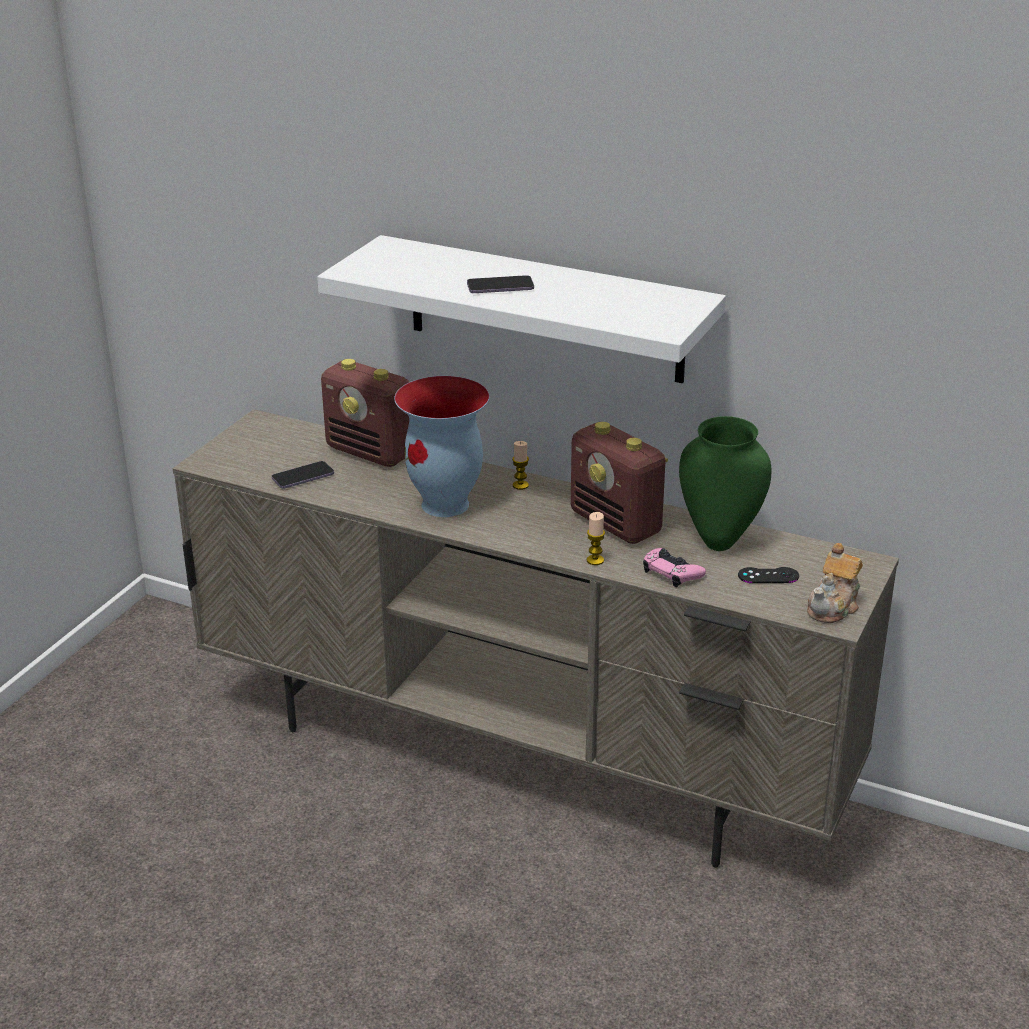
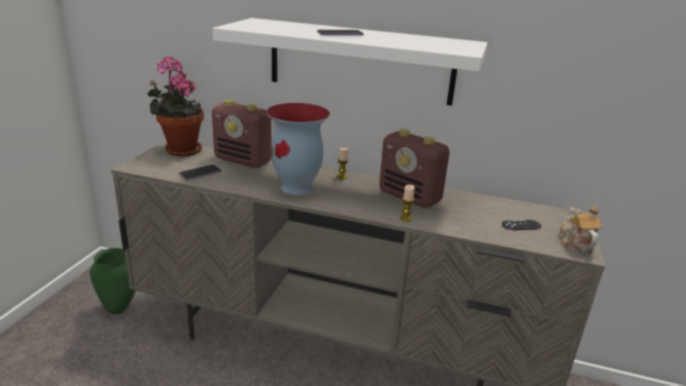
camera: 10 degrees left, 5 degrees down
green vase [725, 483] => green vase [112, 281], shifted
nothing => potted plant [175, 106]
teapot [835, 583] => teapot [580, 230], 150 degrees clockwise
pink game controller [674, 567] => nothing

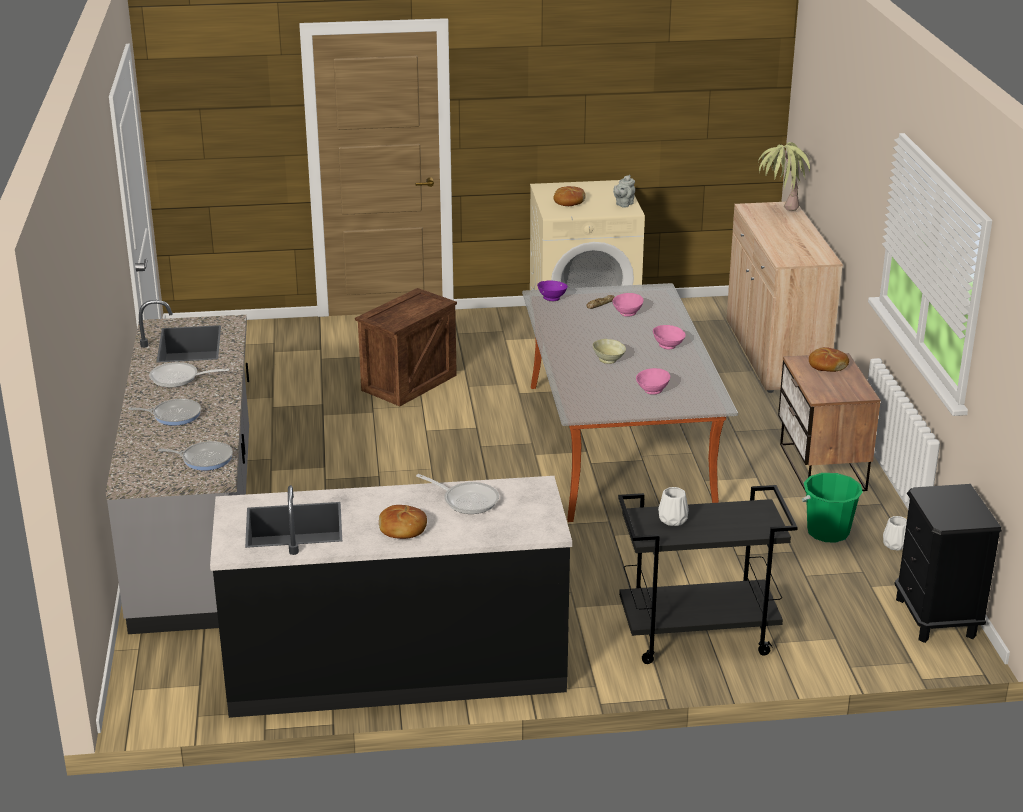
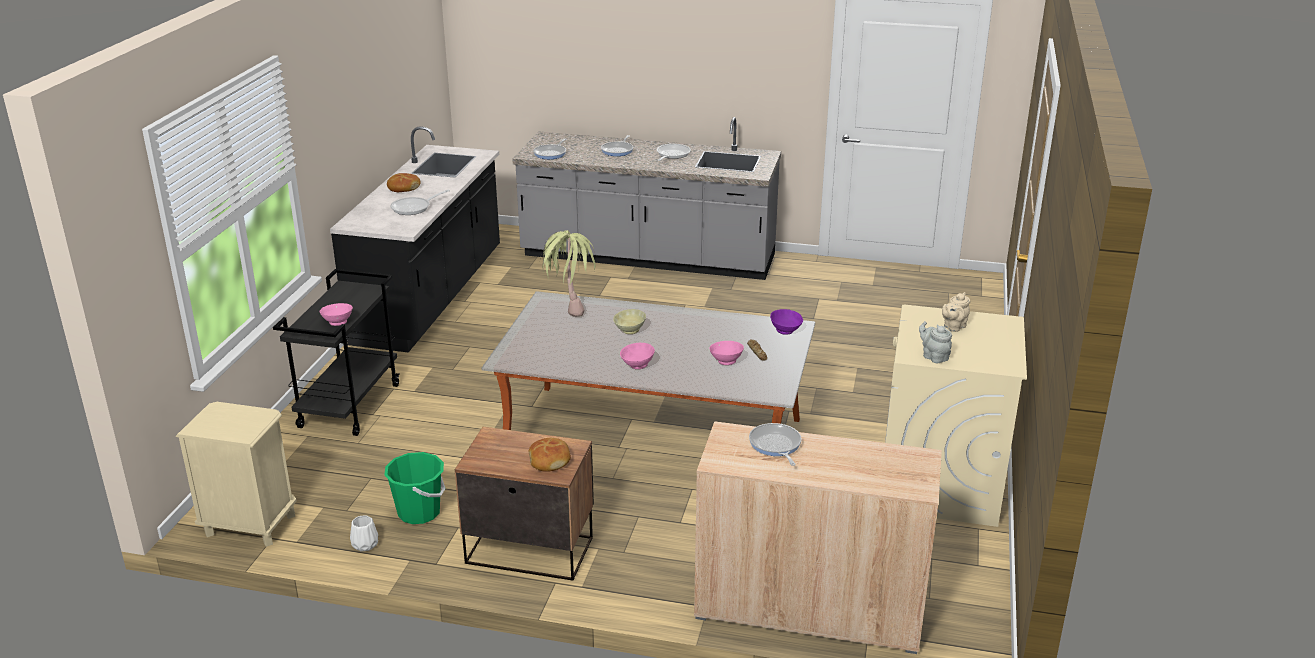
camera: 110 degrees right, 0 degrees up
black nightstand [948, 563] => beige nightstand [236, 474]
pink bowl [653, 381] => pink bowl [336, 314], shifted
potted plant [784, 176] => potted plant [567, 273], shifted
nothing => frying pan [775, 444]
bread [569, 196] => beige teapot [956, 312]
crate [406, 347] => nothing
white vase [673, 506] => nothing

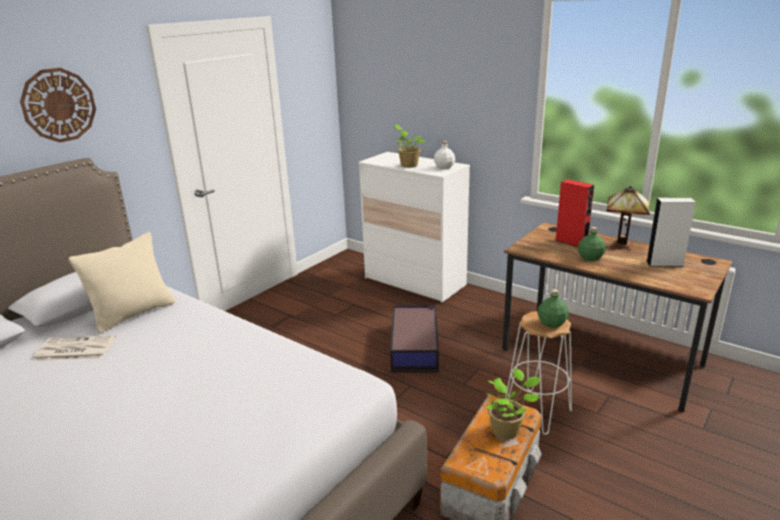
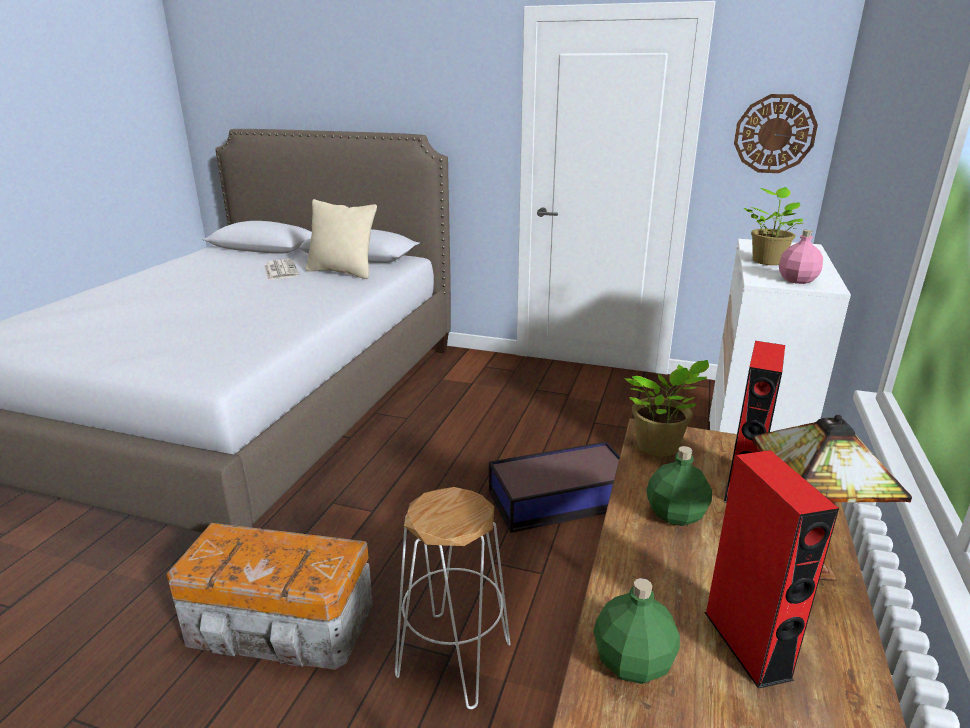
camera: 70 degrees right, 0 degrees up
green bottle [553, 308] => green bottle [637, 631], shifted
potted plant [512, 403] => potted plant [666, 408], shifted
white speaker [671, 232] => red speaker [771, 569]
wall clock [58, 105] => wall clock [776, 133], shifted
white bottle [444, 155] => pink bottle [801, 257]

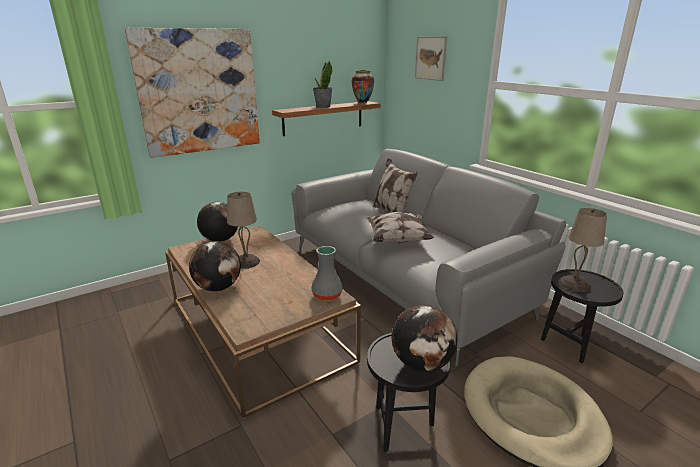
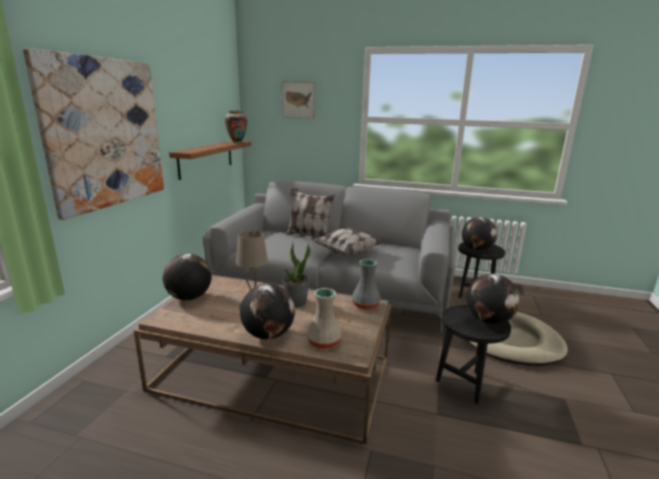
camera: 40 degrees left, 5 degrees down
potted plant [322, 84] => potted plant [296, 274], shifted
nothing => beige vase [324, 318]
beige table lamp [583, 250] => globe [479, 234]

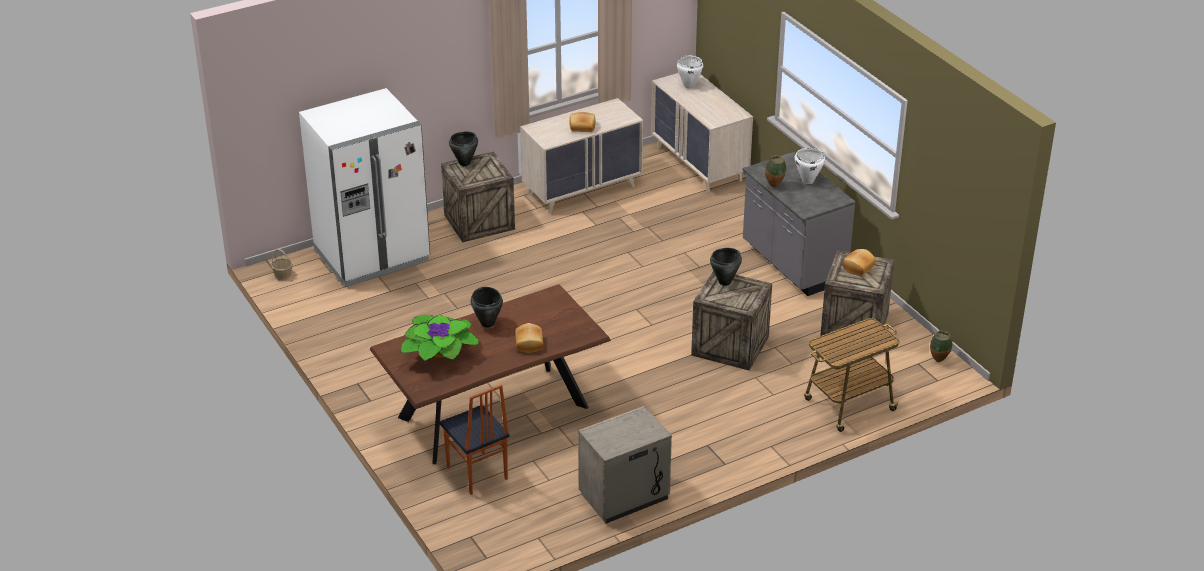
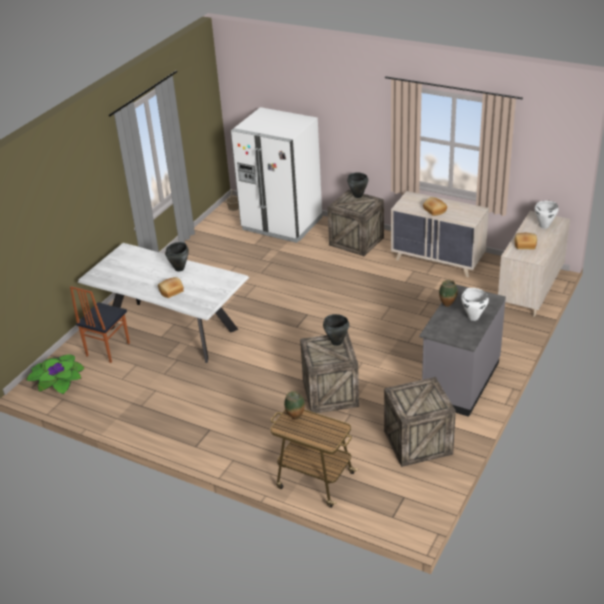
camera: 60 degrees right, 0 degrees up
potted plant [439, 338] => potted plant [55, 374], shifted
brown dining table [490, 374] => white dining table [163, 303]
vase [941, 346] => vase [294, 405], shifted
bread [859, 262] => bread [526, 241], shifted
beige nightstand [625, 465] => nothing

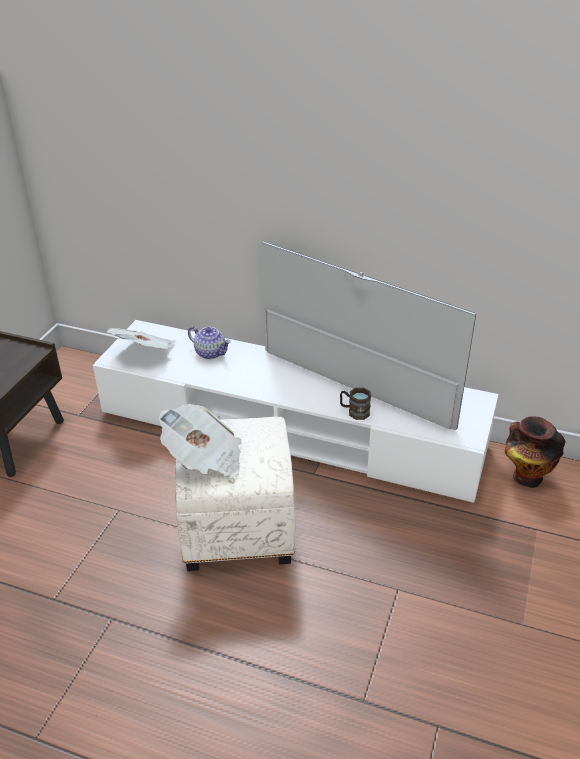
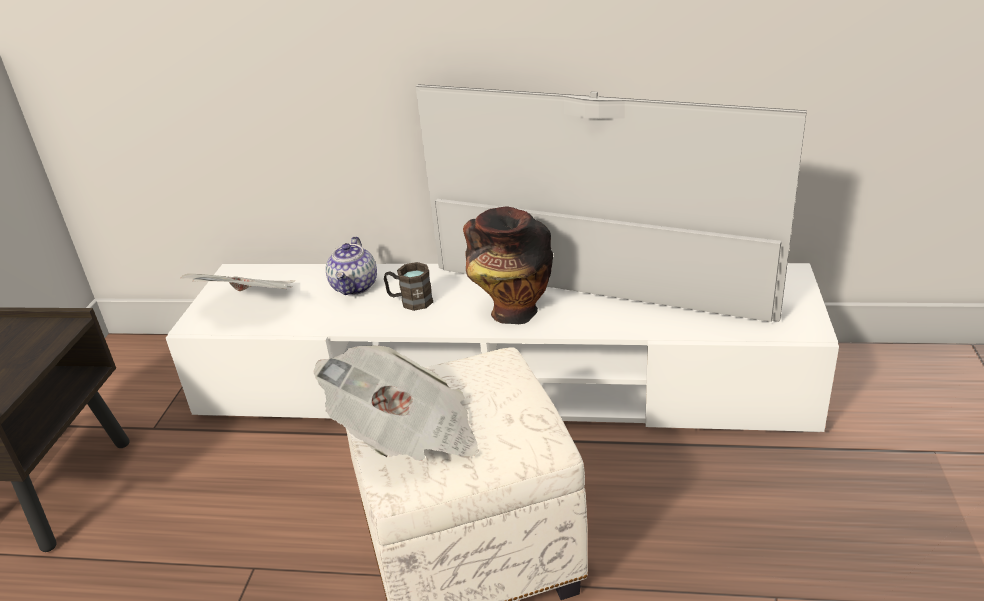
camera: 10 degrees left, 5 degrees down
teapot [209, 342] => teapot [351, 265], 75 degrees clockwise
brown mug [355, 404] => brown mug [408, 286], shifted
vase [535, 452] => vase [508, 265], shifted

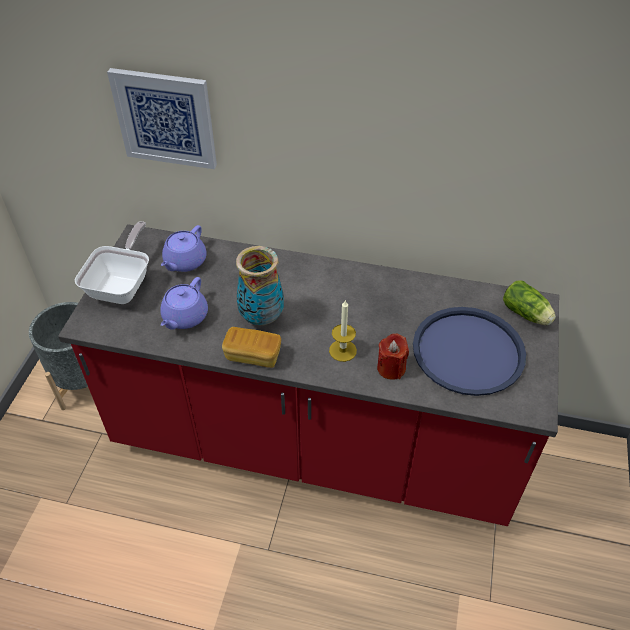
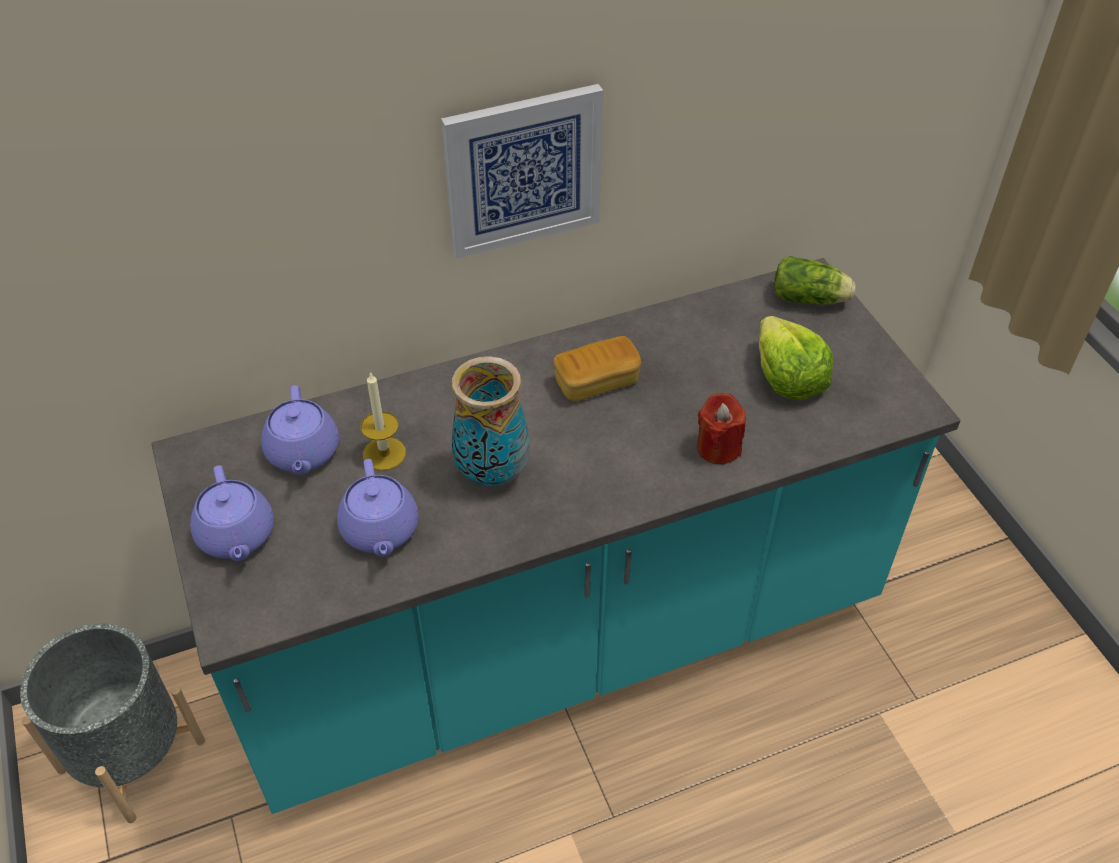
camera: 35 degrees left, 0 degrees up
red counter [308, 375] => turquoise counter [556, 536]
frying pan [112, 262] => purple teapot [232, 513]
candle [343, 331] => candle [383, 421], shifted
picture [162, 118] => picture [522, 171], shifted
bread [251, 347] => bread [597, 368], shifted
blue tray [469, 351] => lettuce [796, 358]

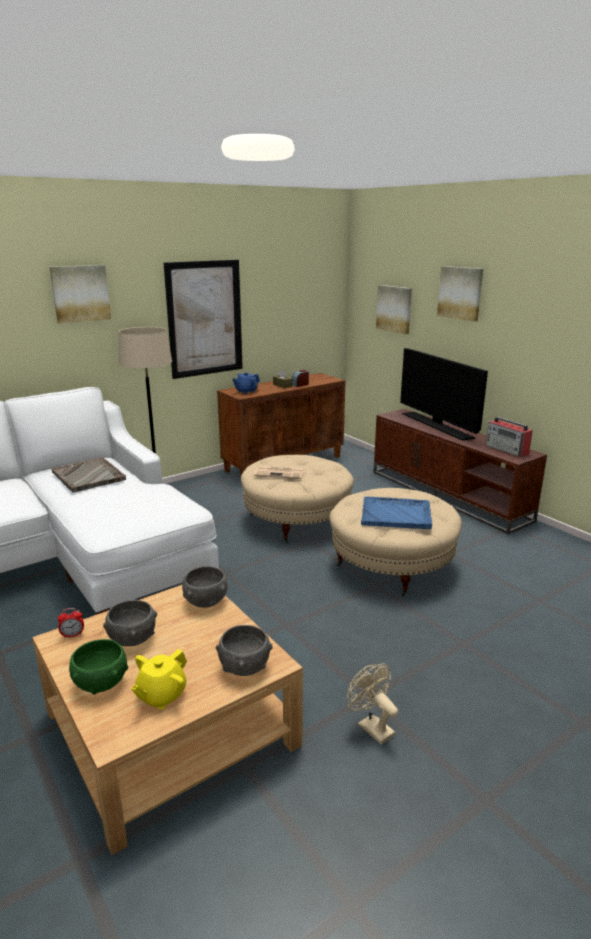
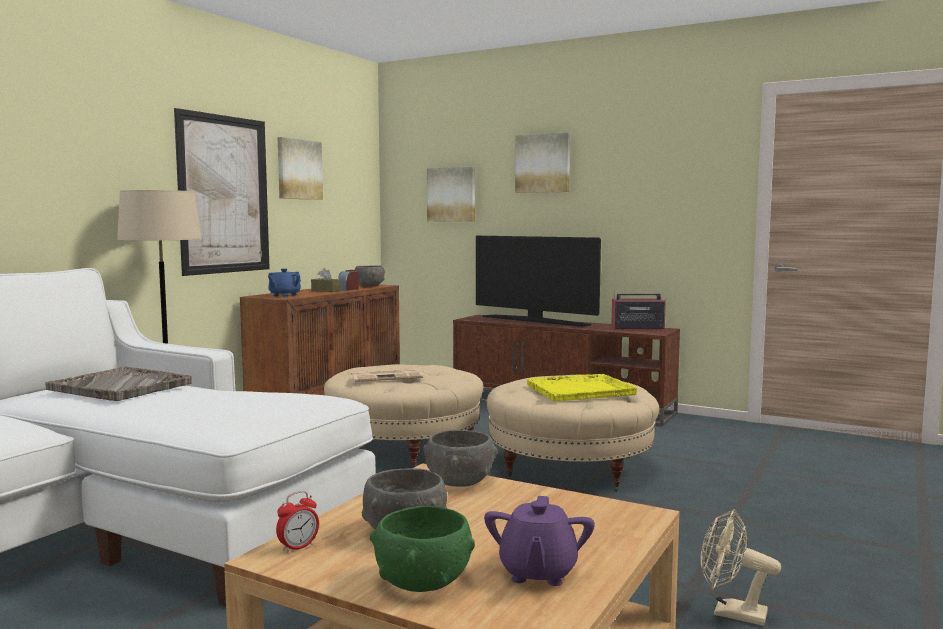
camera: 25 degrees left, 15 degrees down
picture [80, 294] => picture [300, 168], shifted
grey bowl [244, 650] => grey bowl [370, 276], shifted
yellow teapot [159, 679] => purple teapot [539, 541]
blue tray [396, 513] => yellow tray [582, 387]
radio [509, 437] => radio [638, 310], 150 degrees clockwise

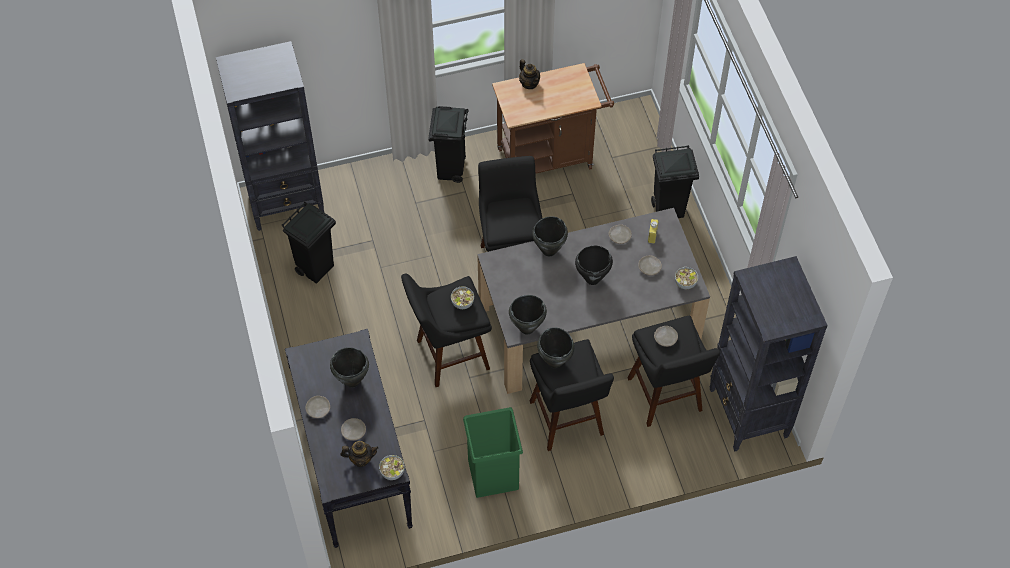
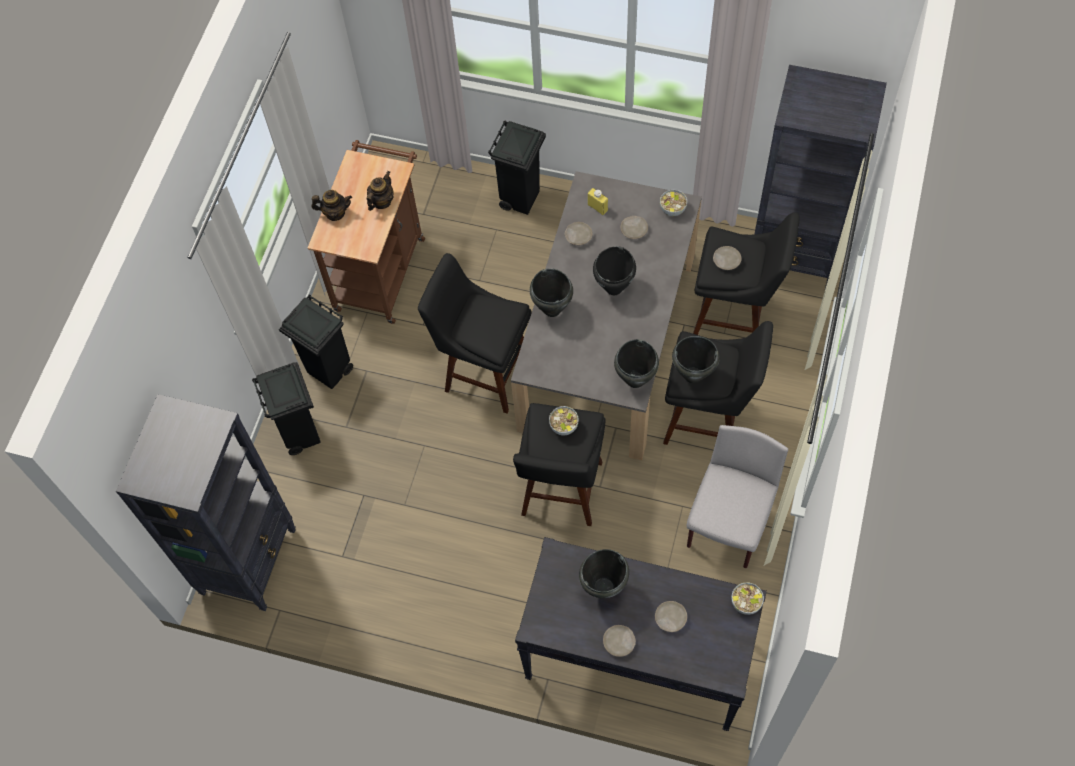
camera: 55 degrees left, 5 degrees up
black trash can [309, 243] => black trash can [286, 408], shifted
teapot [359, 454] => teapot [380, 191], shifted
green trash can [493, 452] => grey chair [737, 496]

